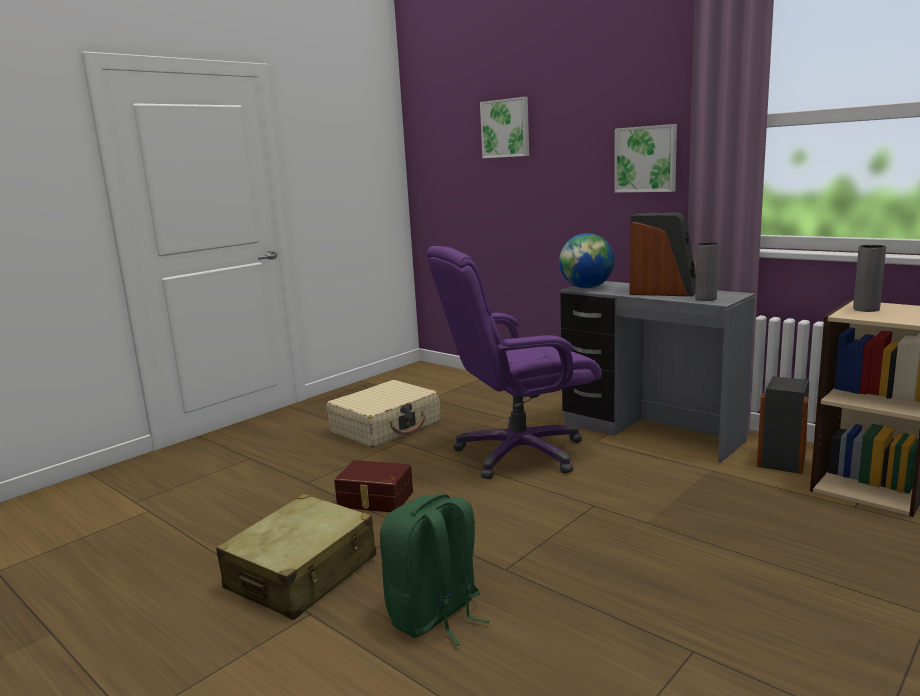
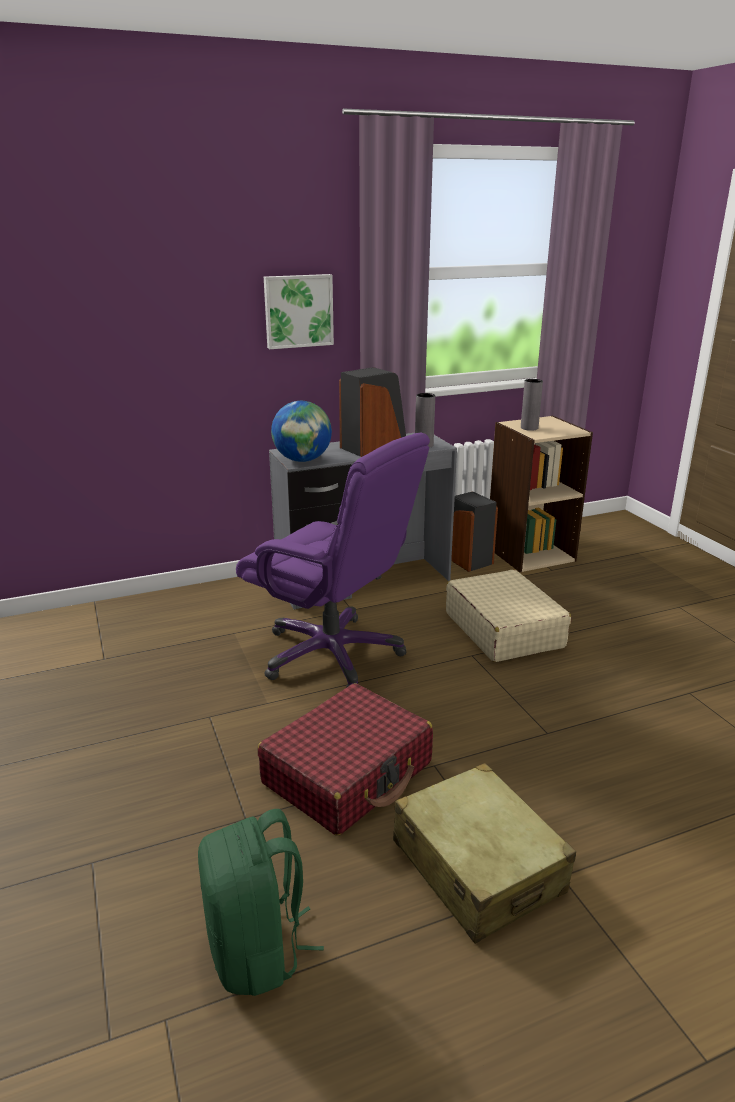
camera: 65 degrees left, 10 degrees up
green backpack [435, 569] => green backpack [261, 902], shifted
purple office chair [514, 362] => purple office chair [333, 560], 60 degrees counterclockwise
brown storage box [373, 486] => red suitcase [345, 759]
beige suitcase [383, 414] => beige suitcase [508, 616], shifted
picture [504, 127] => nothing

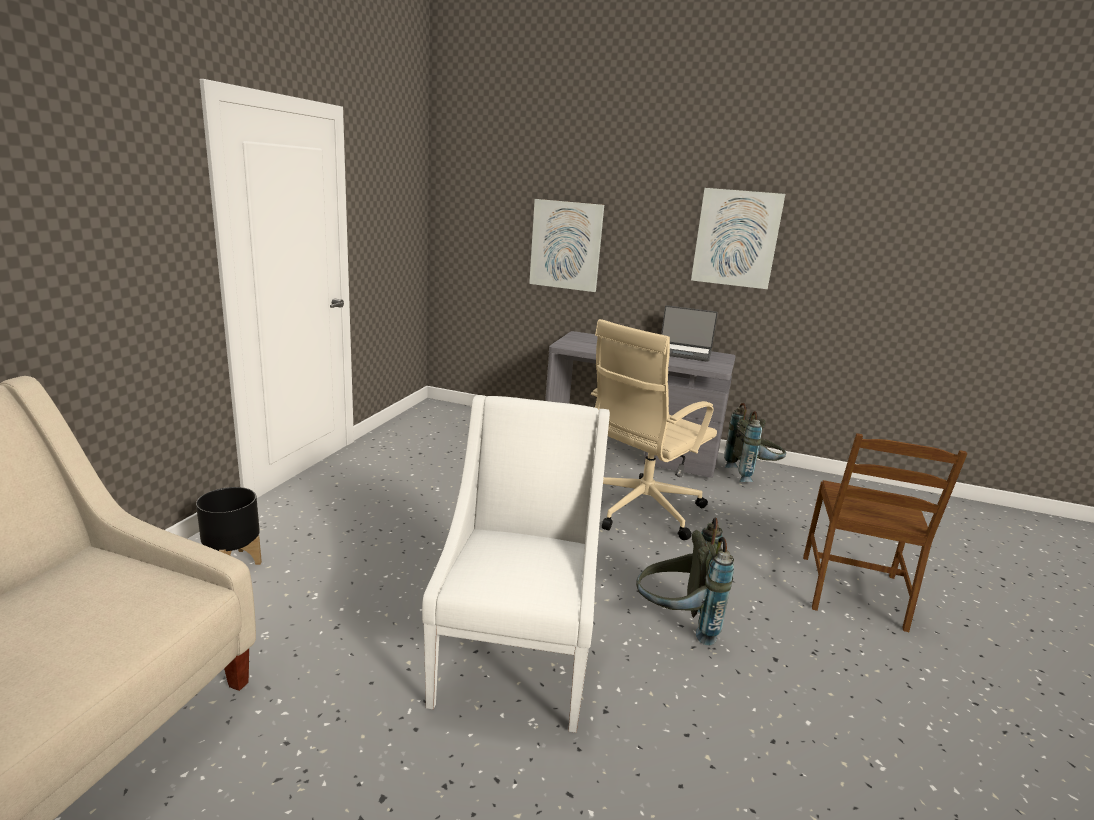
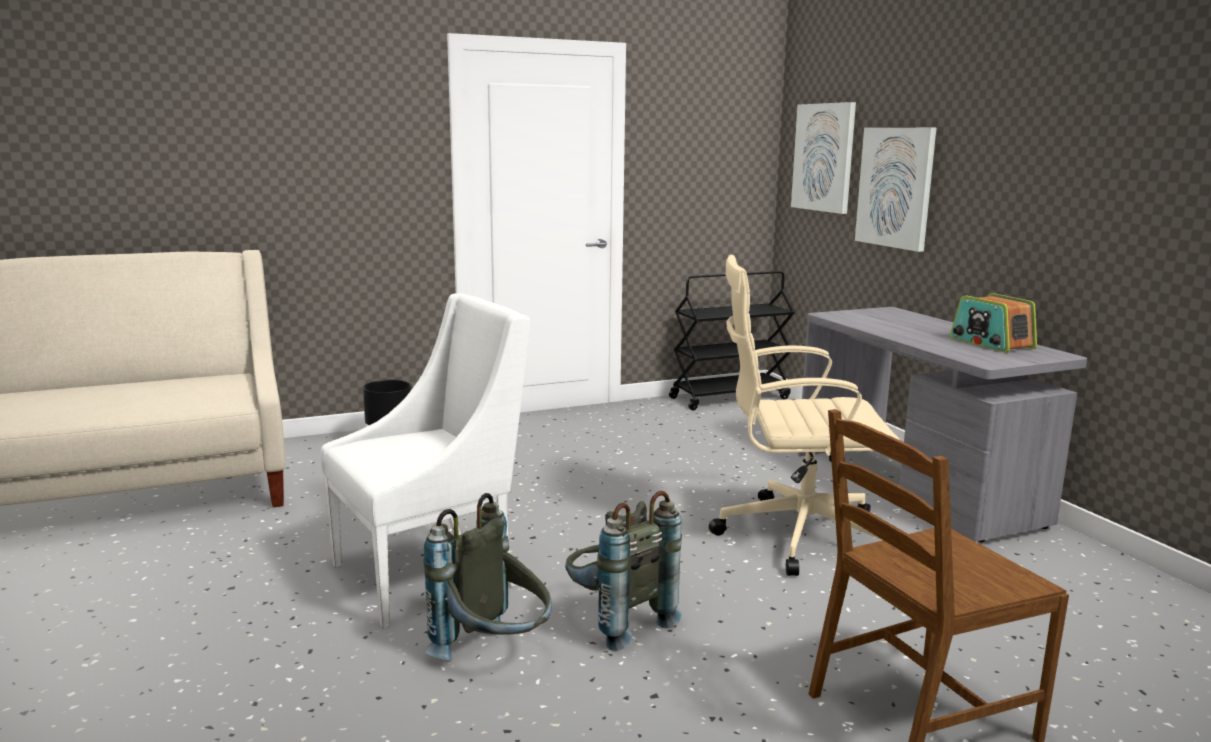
camera: 50 degrees right, 5 degrees down
grey backpack [755, 442] => grey backpack [487, 576], shifted
nothing => black cart [732, 340]
picture [738, 238] => picture [823, 158], shifted
laptop [689, 333] => radio [993, 323]

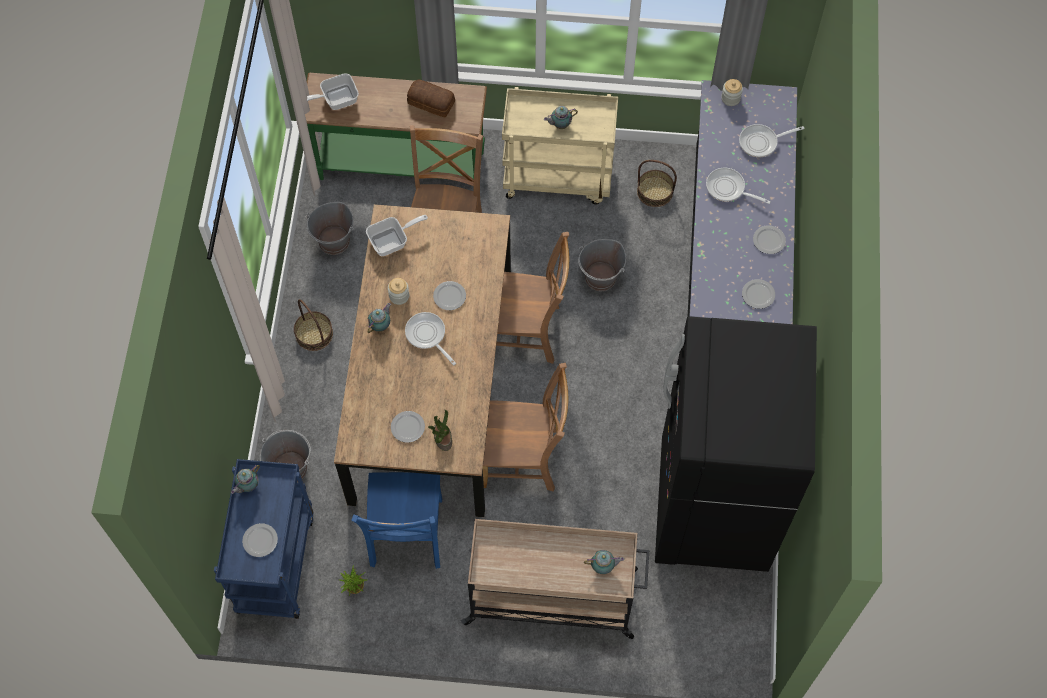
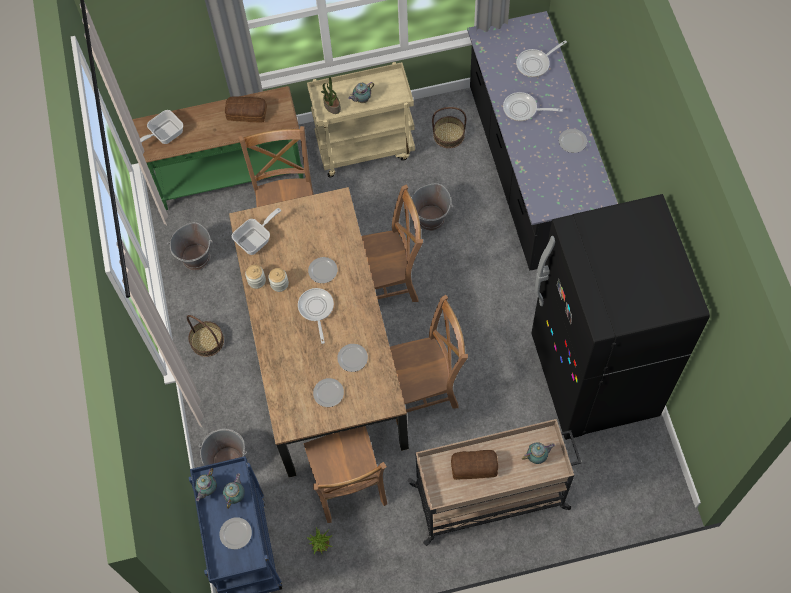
camera: 15 degrees left, 0 degrees up
teapot [379, 318] => teapot [234, 491], shifted
jar [732, 92] => jar [255, 277], shifted
frying pan [430, 338] => frying pan [316, 316], 45 degrees clockwise
blue chair [396, 520] => brown chair [345, 474]
potted plant [440, 430] => potted plant [331, 95], shifted
plate [758, 294] => plate [352, 358], shifted
nothing => bread [474, 465]

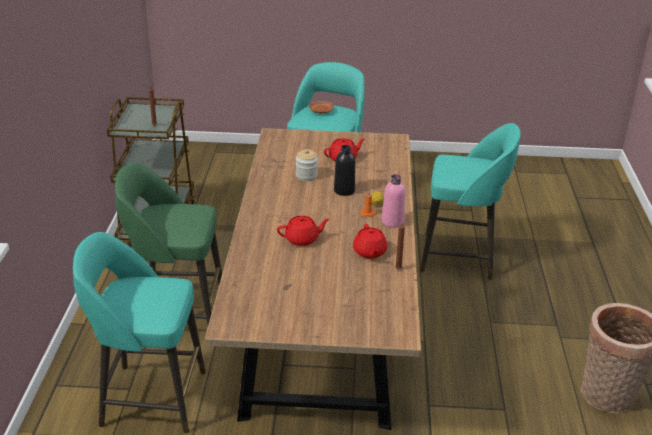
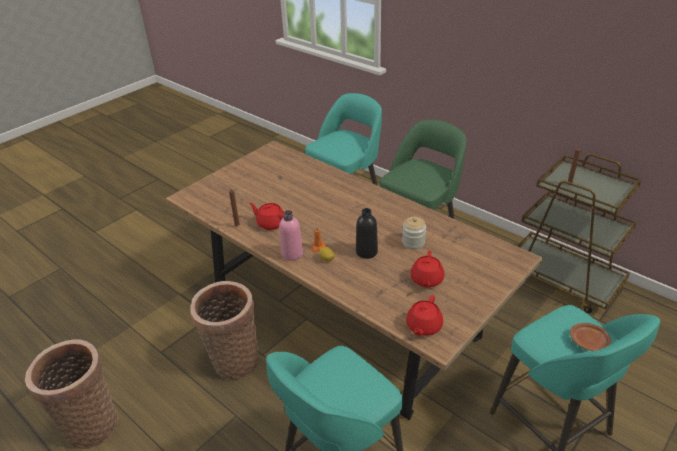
camera: 130 degrees right, 5 degrees up
nothing => basket [224, 330]
red teapot [303, 231] => red teapot [424, 315], shifted

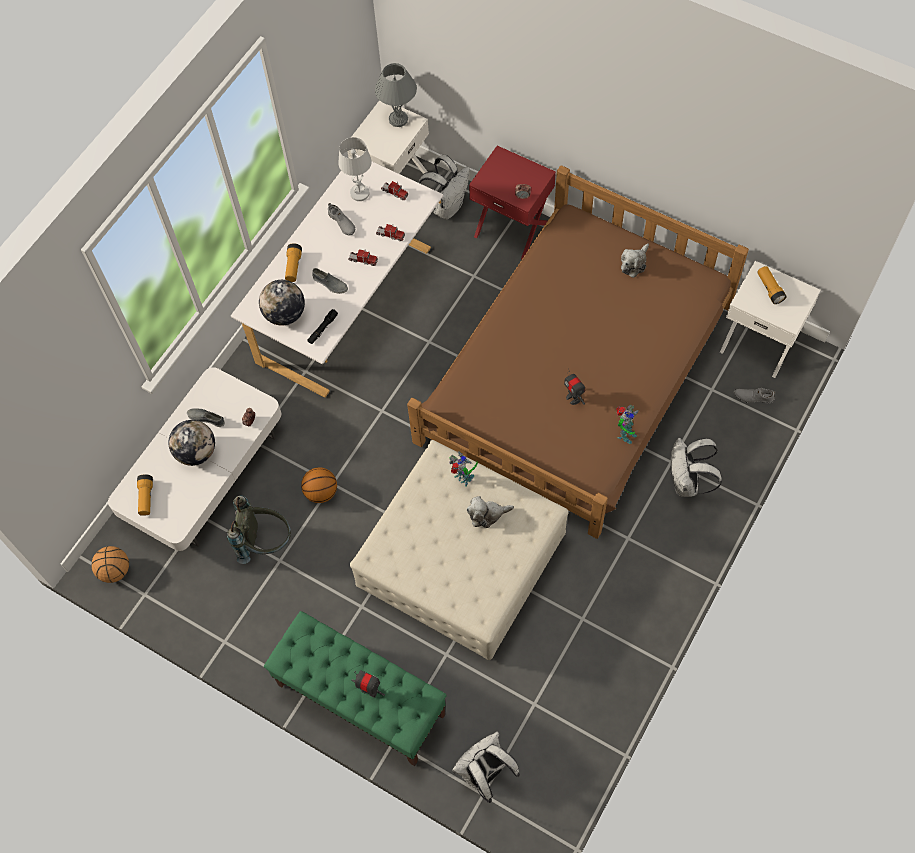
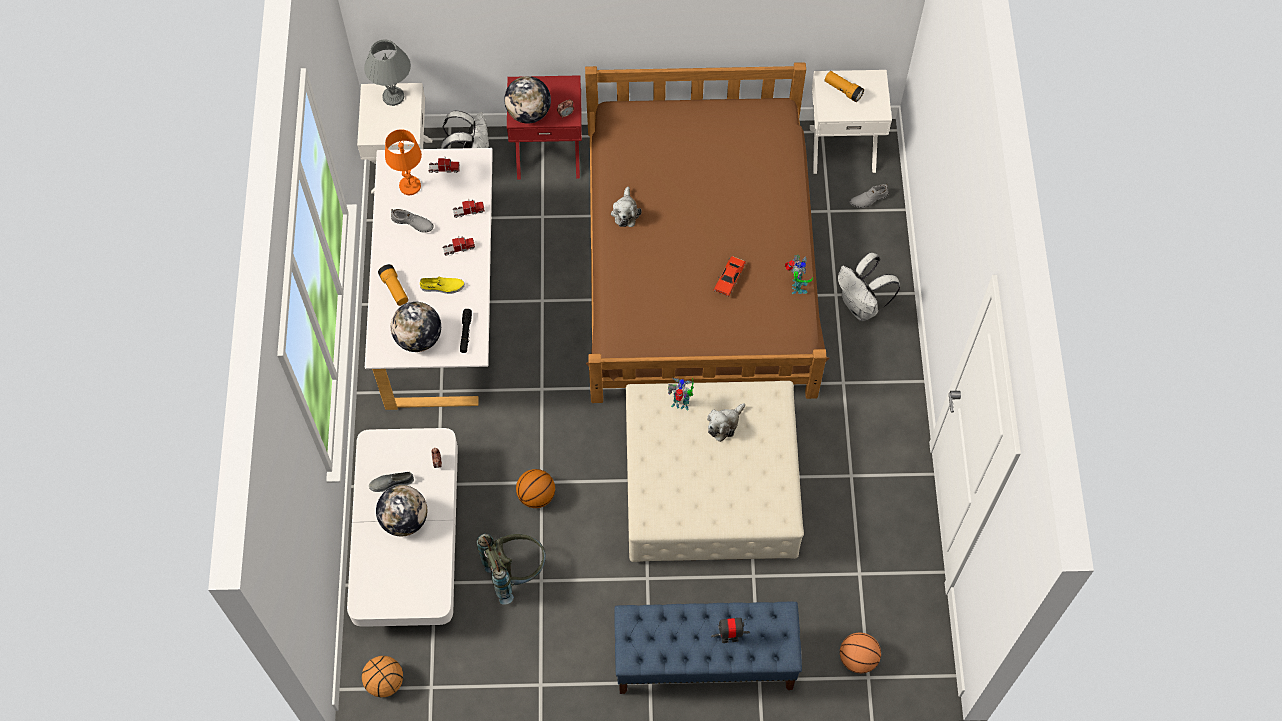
camera: 35 degrees left, 0 degrees up
white table lamp [355, 169] => orange table lamp [403, 162]
grey shoe [330, 281] => yellow shoe [442, 285]
nothing => globe [527, 100]
plush toy [635, 261] => plush toy [626, 206], shifted
green bench [355, 688] => blue bench [708, 648]
toy robot [574, 387] => red toy car [729, 276]
white backpack [486, 767] => basketball [860, 653]
flashlight [145, 495] => nothing

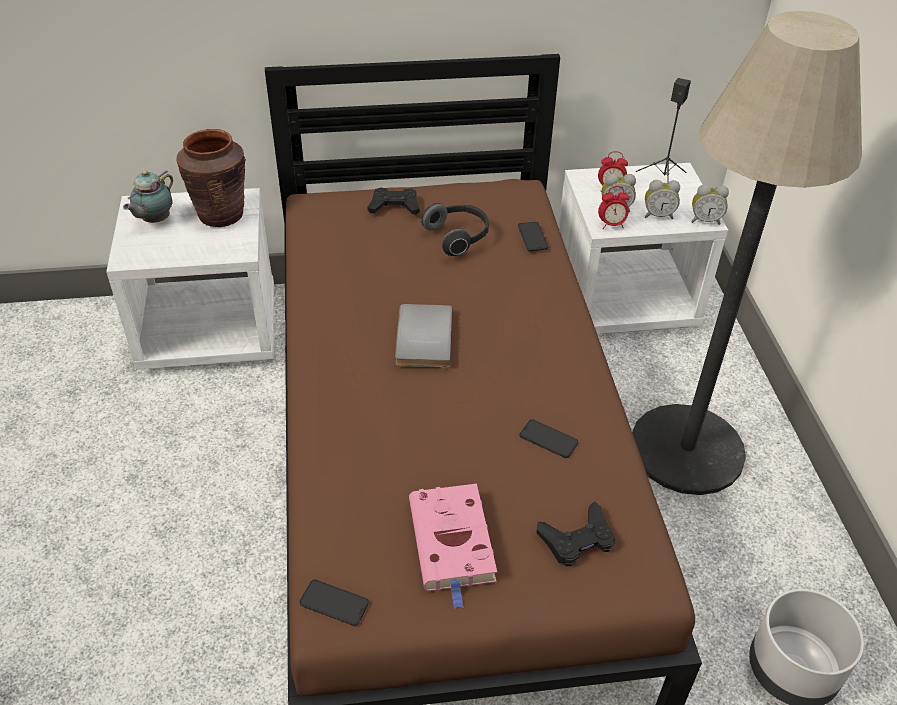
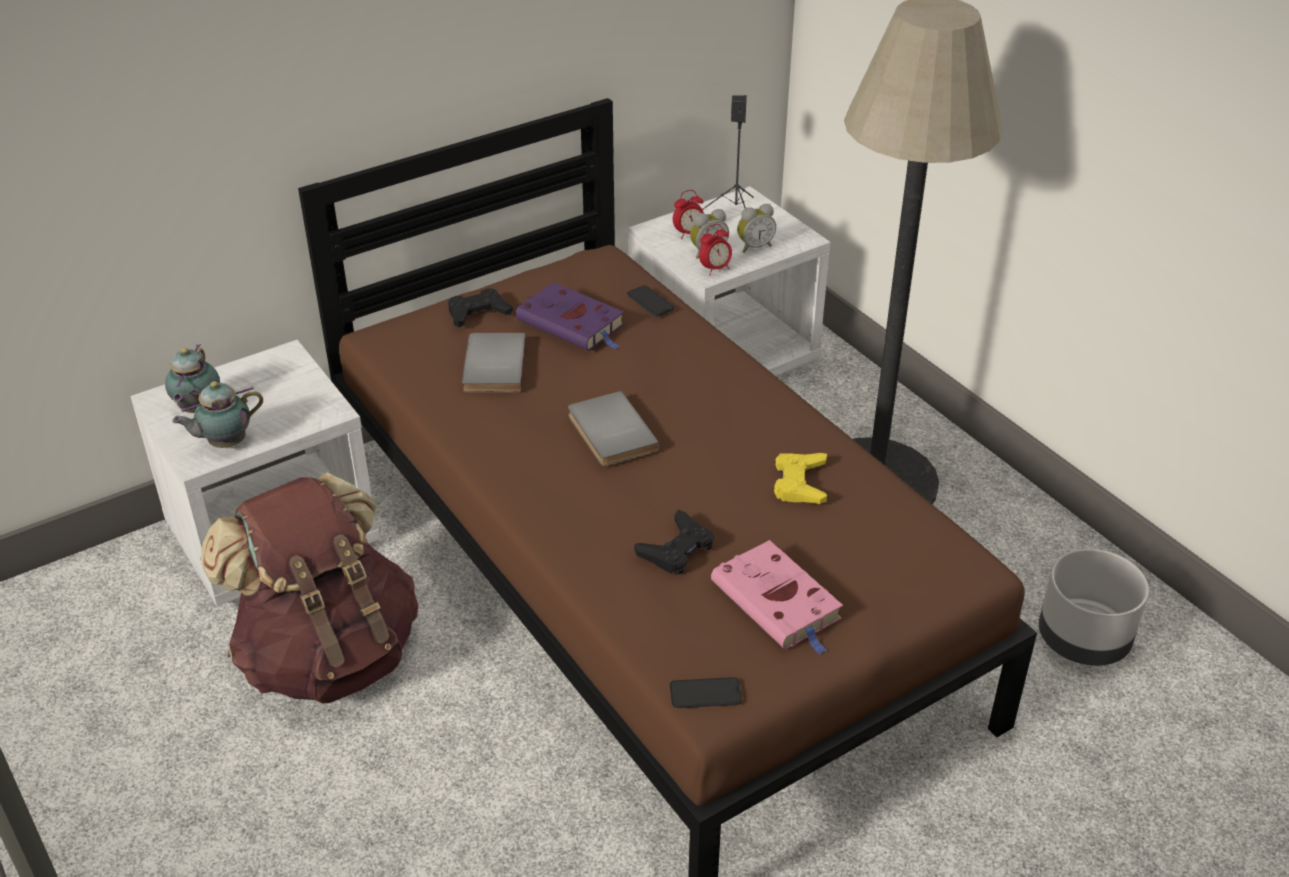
camera: 25 degrees left, 5 degrees down
nothing => teapot [217, 414]
nothing => brown backpack [309, 587]
nothing => grey book [494, 363]
headphones [455, 229] => purple book [570, 316]
black game controller [575, 533] => black game controller [674, 542], shifted
phone [549, 438] => yellow game controller [800, 478]
brown vase [211, 178] => nothing
alarm clock [710, 204] => nothing

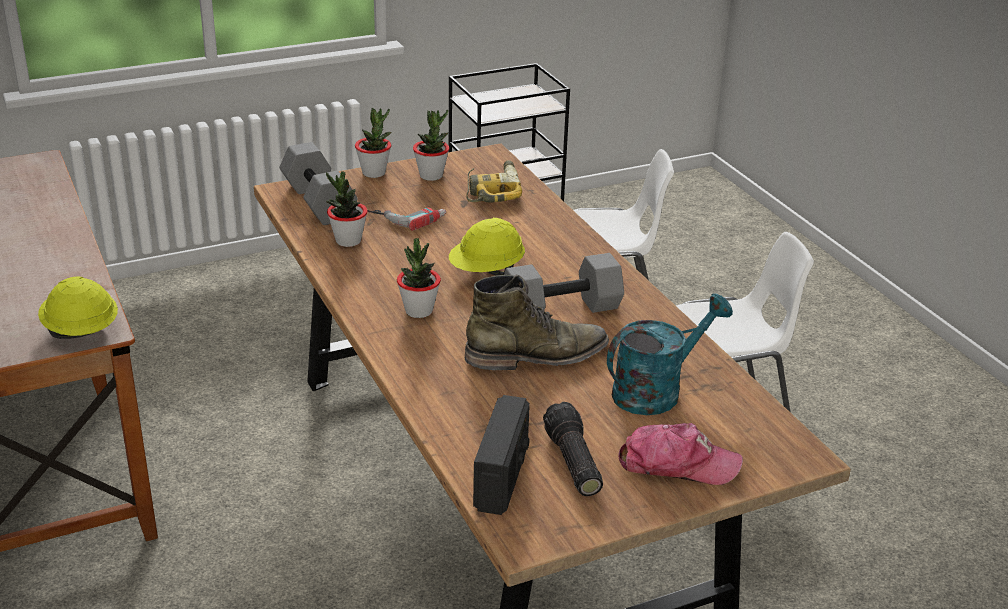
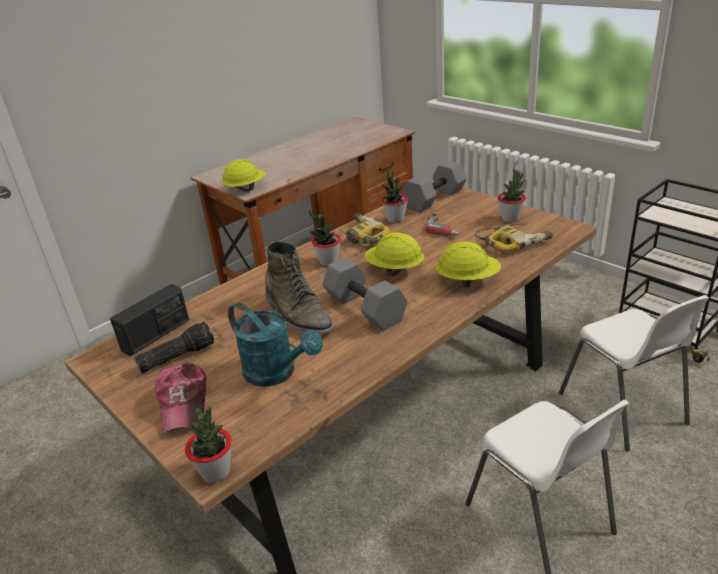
camera: 75 degrees right, 0 degrees up
radio [501, 455] => radio [149, 320], 45 degrees counterclockwise
potted plant [373, 143] => potted plant [208, 444], shifted
nothing => power drill [364, 230]
nothing => yellow hard hat [468, 264]

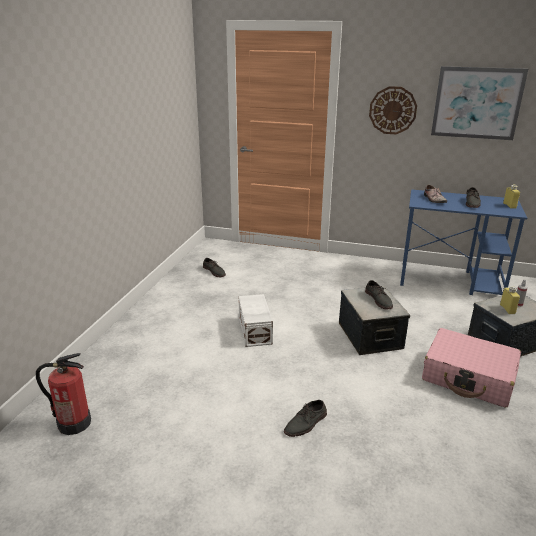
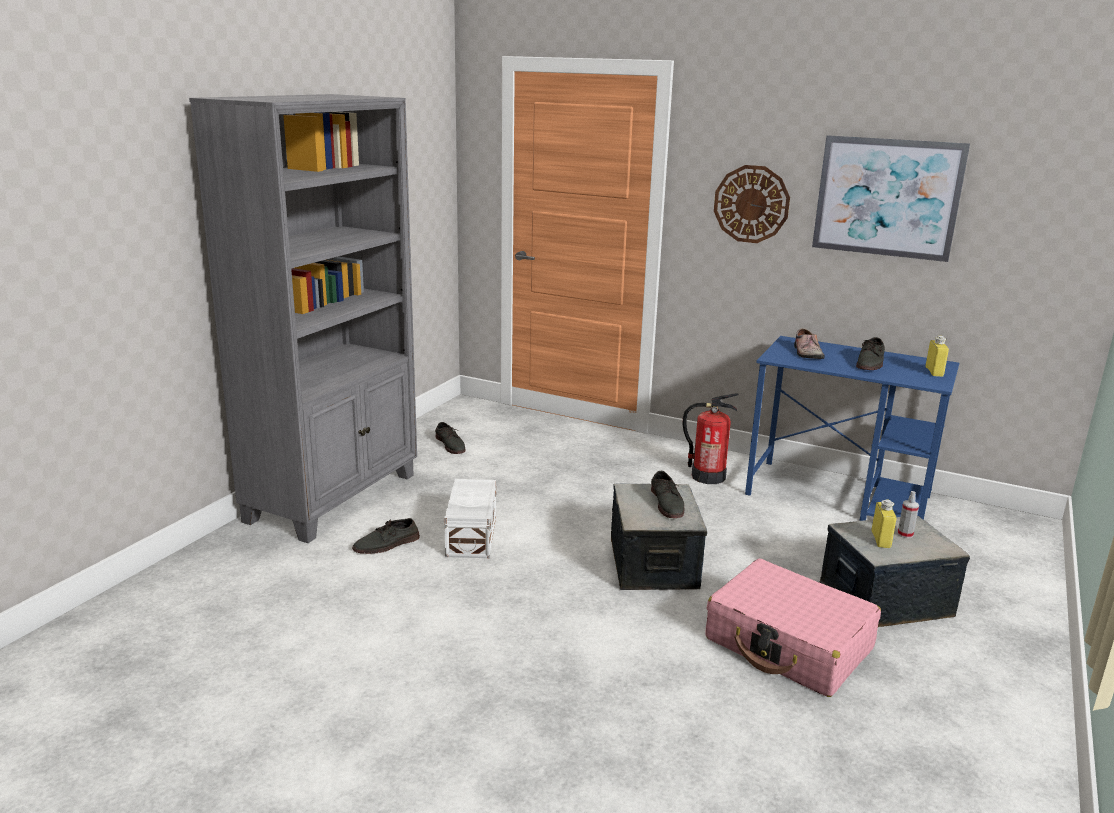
camera: 10 degrees right, 5 degrees down
nothing => grey bookcase [303, 318]
grey shoe [305, 418] => grey shoe [386, 536], shifted
fire extinguisher [63, 394] => fire extinguisher [710, 438], shifted

